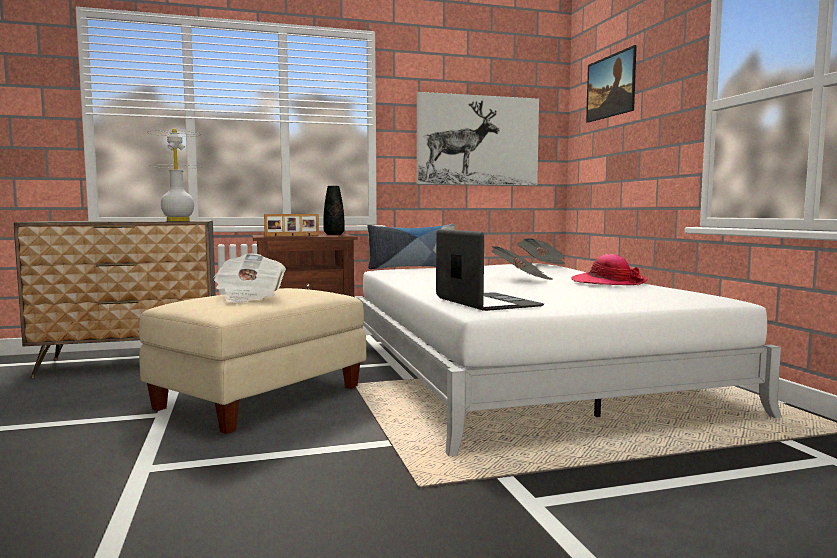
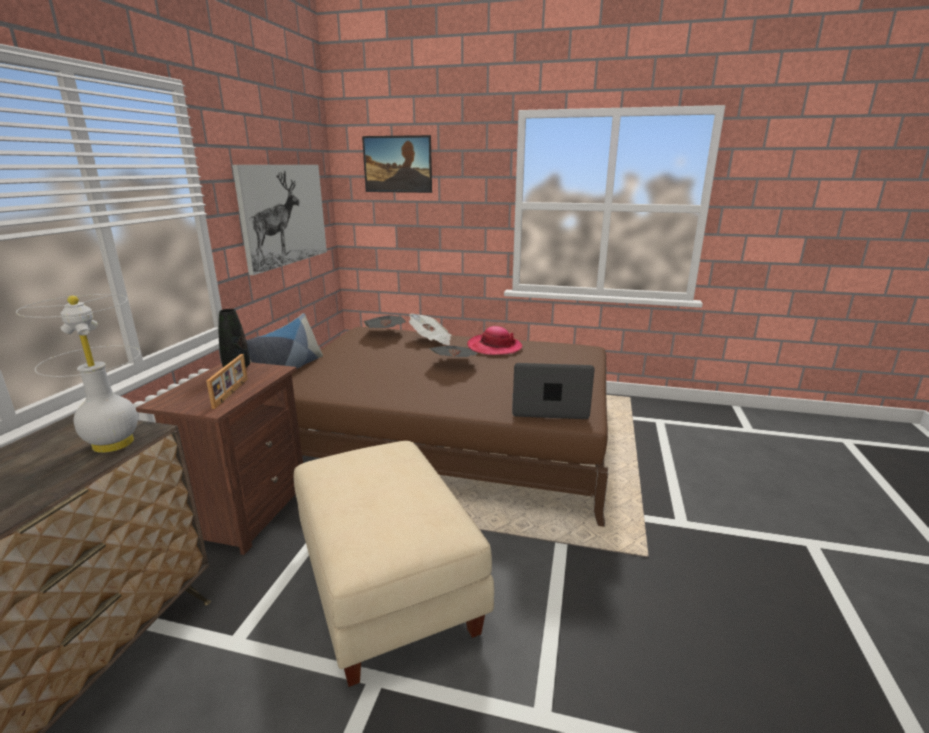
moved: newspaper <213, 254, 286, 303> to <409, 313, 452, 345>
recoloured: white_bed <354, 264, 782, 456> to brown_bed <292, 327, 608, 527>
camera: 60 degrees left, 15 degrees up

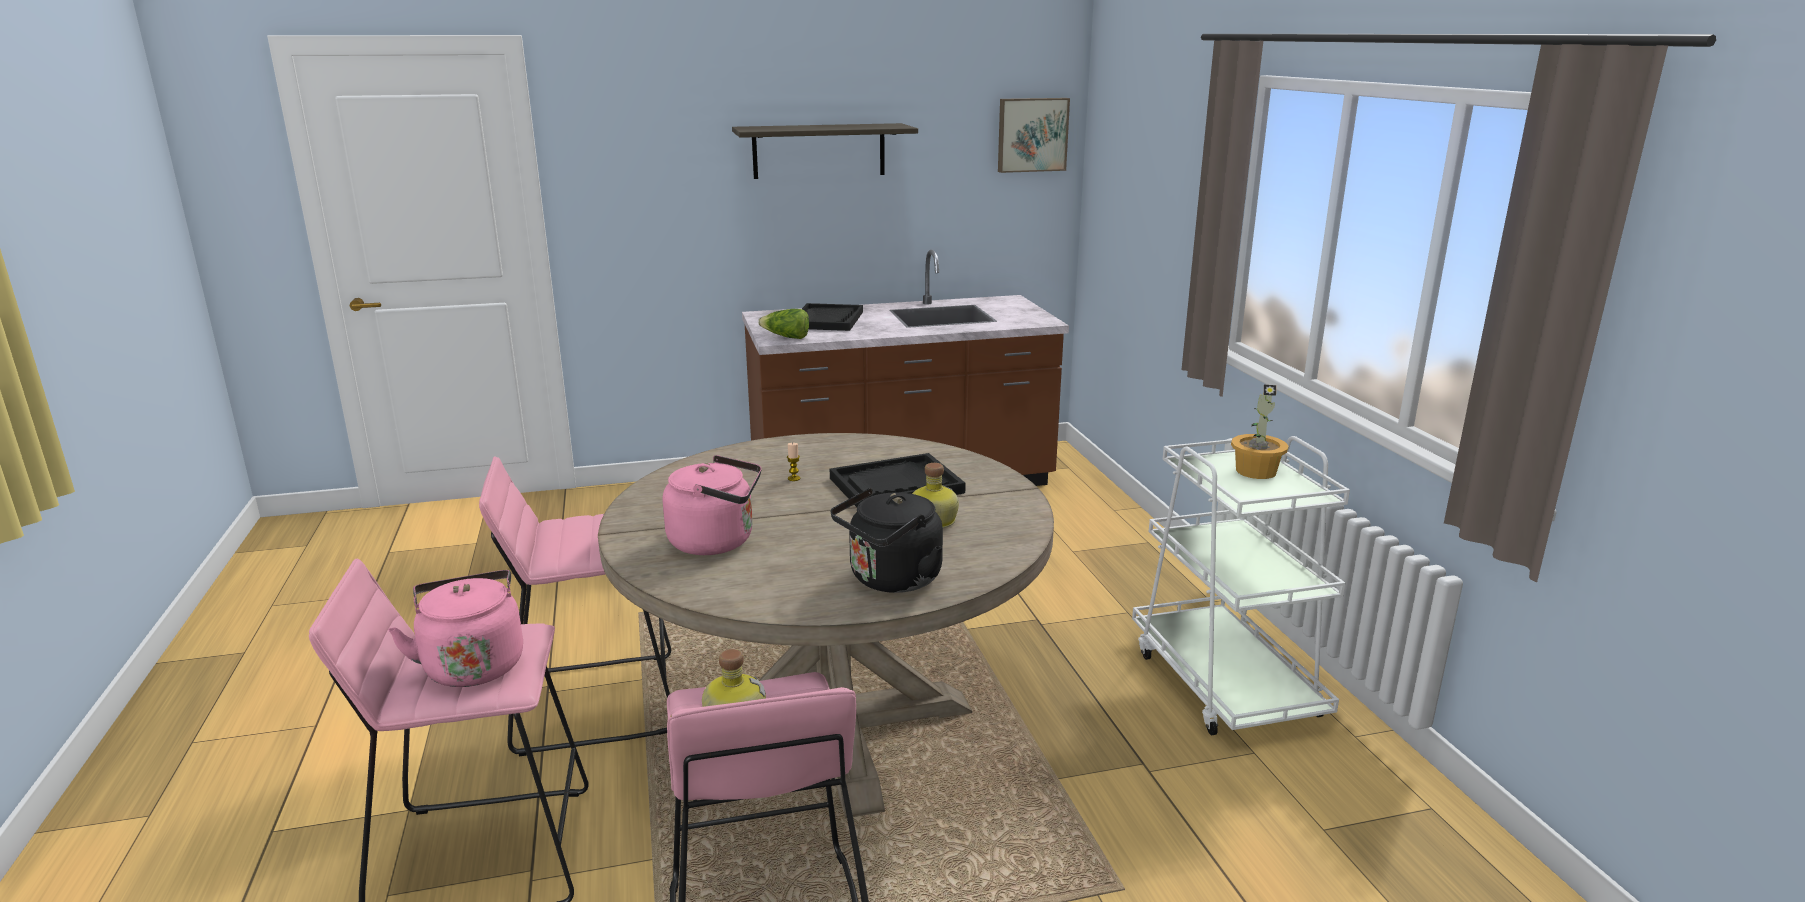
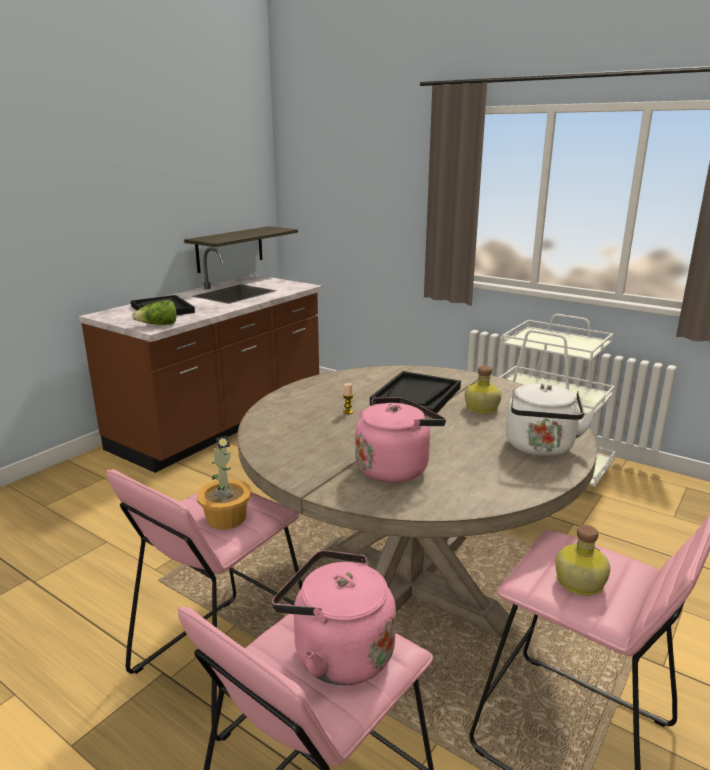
removed: picture <998, 98, 1070, 173>
moved: shelf <732, 123, 918, 179> to <184, 226, 298, 273>; potted_plant <1231, 385, 1289, 479> to <197, 436, 252, 530>
recoloured: black_kettle <831, 488, 943, 593> to white_kettle <506, 384, 596, 457>
camera: 40 degrees left, 0 degrees up

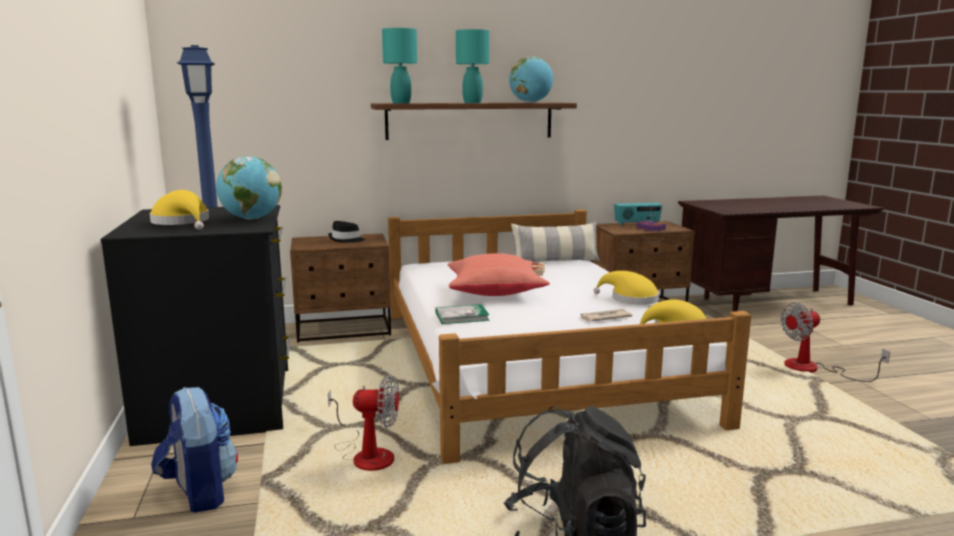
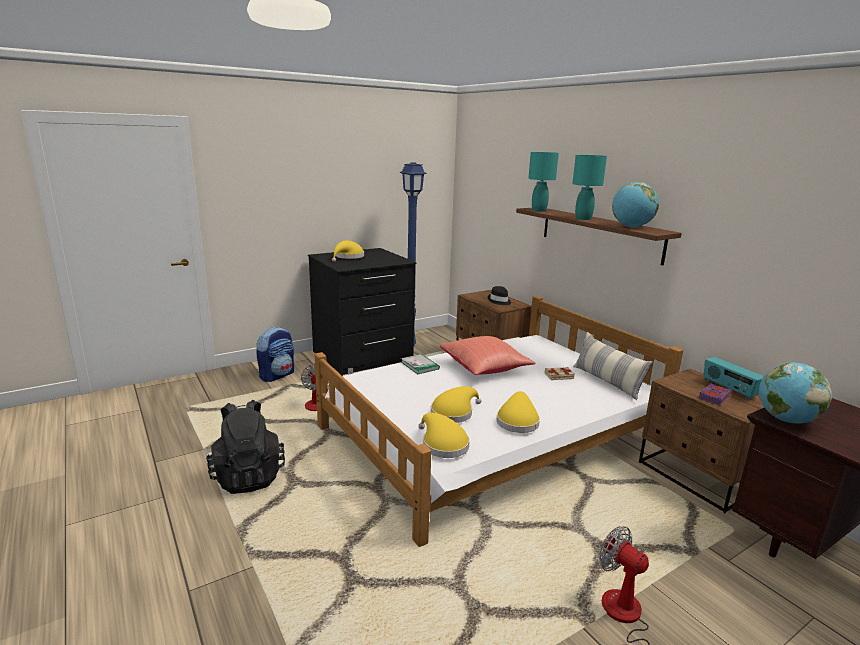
moved: globe <216, 156, 282, 220> to <759, 362, 832, 423>
replaced: newspaper <578, 309, 633, 322> to yellow_hat <431, 386, 481, 423>
camera: 70 degrees right, 5 degrees up

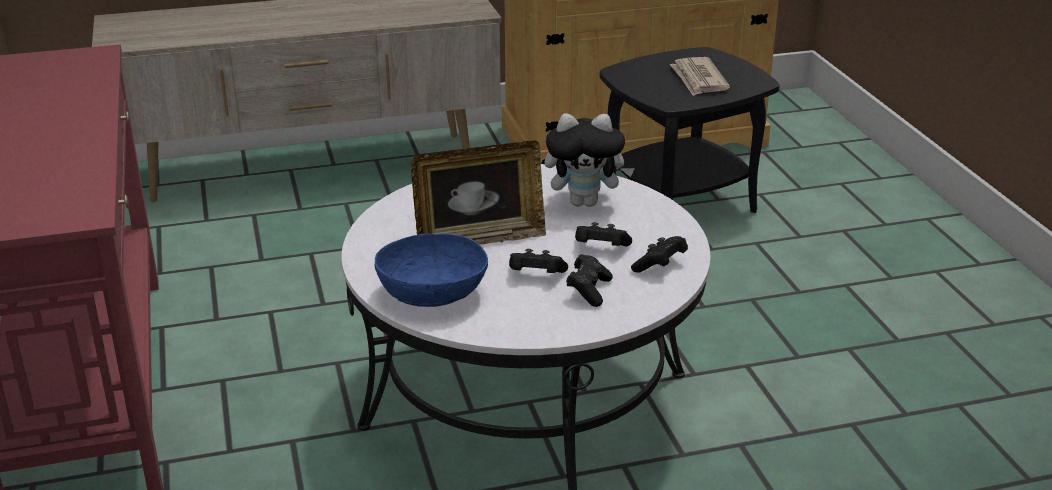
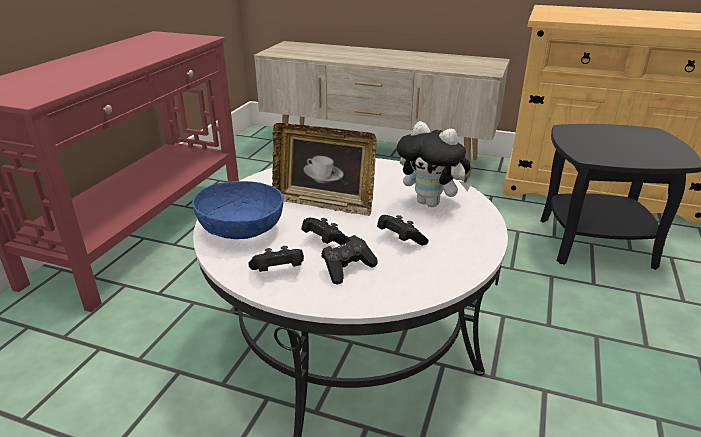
removed: newspaper <670, 57, 730, 96>
moved: black_game_controller <631, 236, 688, 273> to <248, 246, 304, 272>
camera: 35 degrees right, 0 degrees up

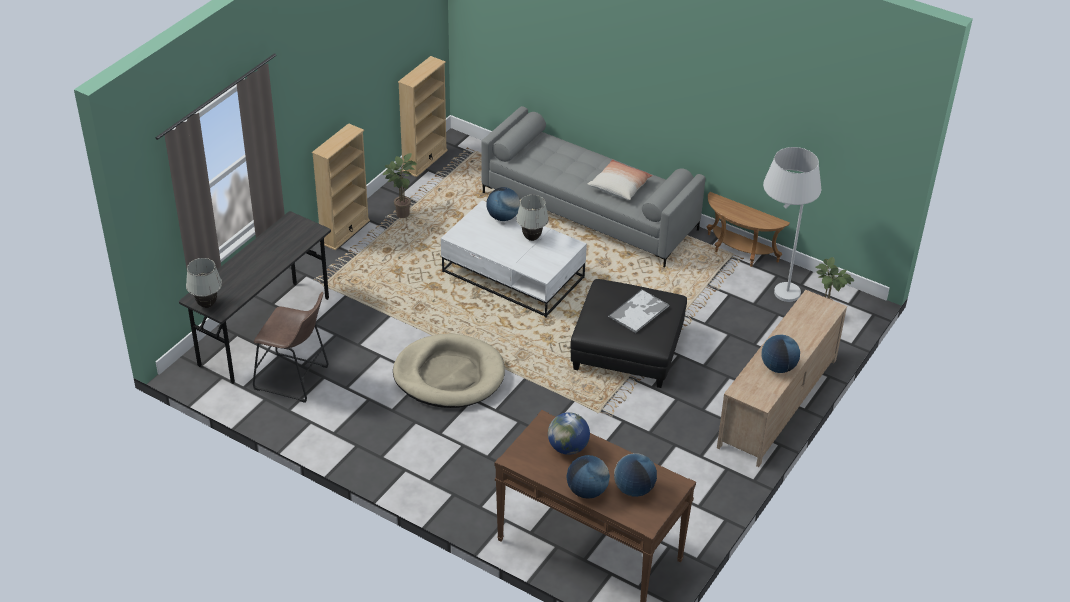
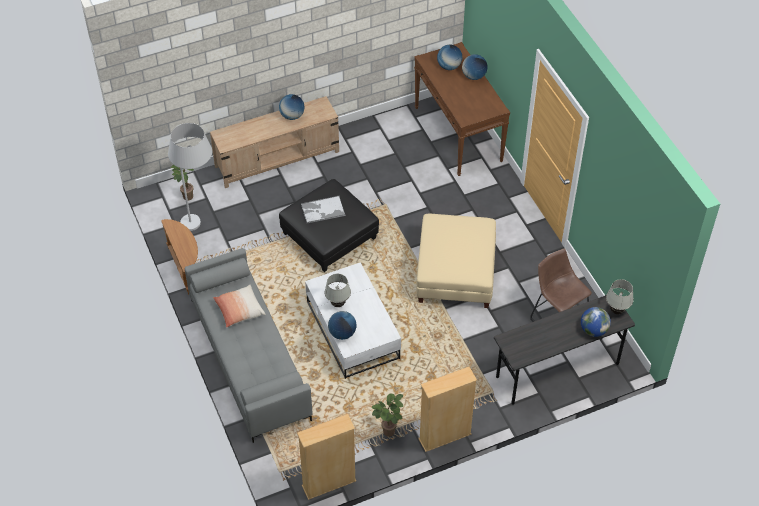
moved: globe <548, 412, 590, 455> to <581, 307, 611, 337>
replaced: beige_dog_bed <393, 333, 505, 408> to beige_ottoman <416, 214, 496, 308>
camera: 145 degrees left, 10 degrees up

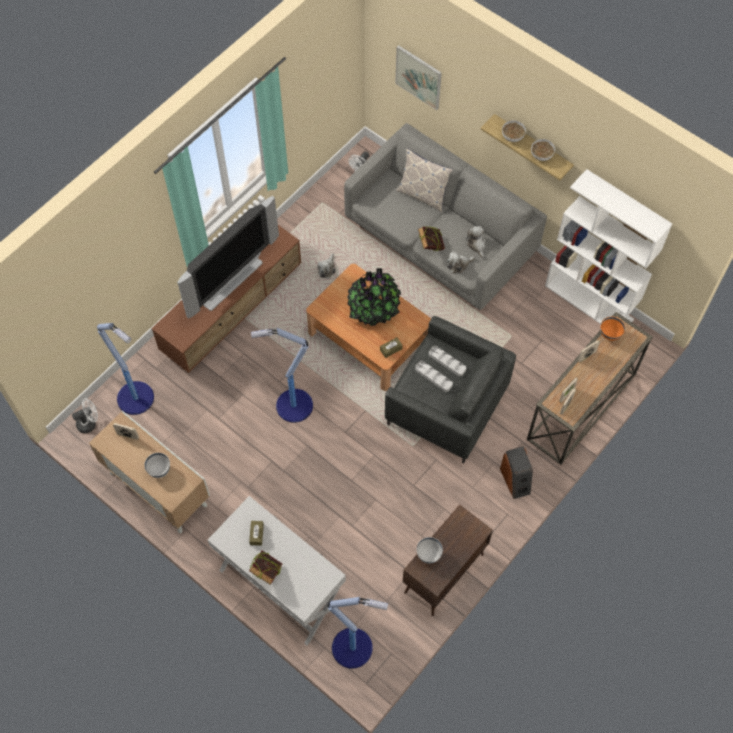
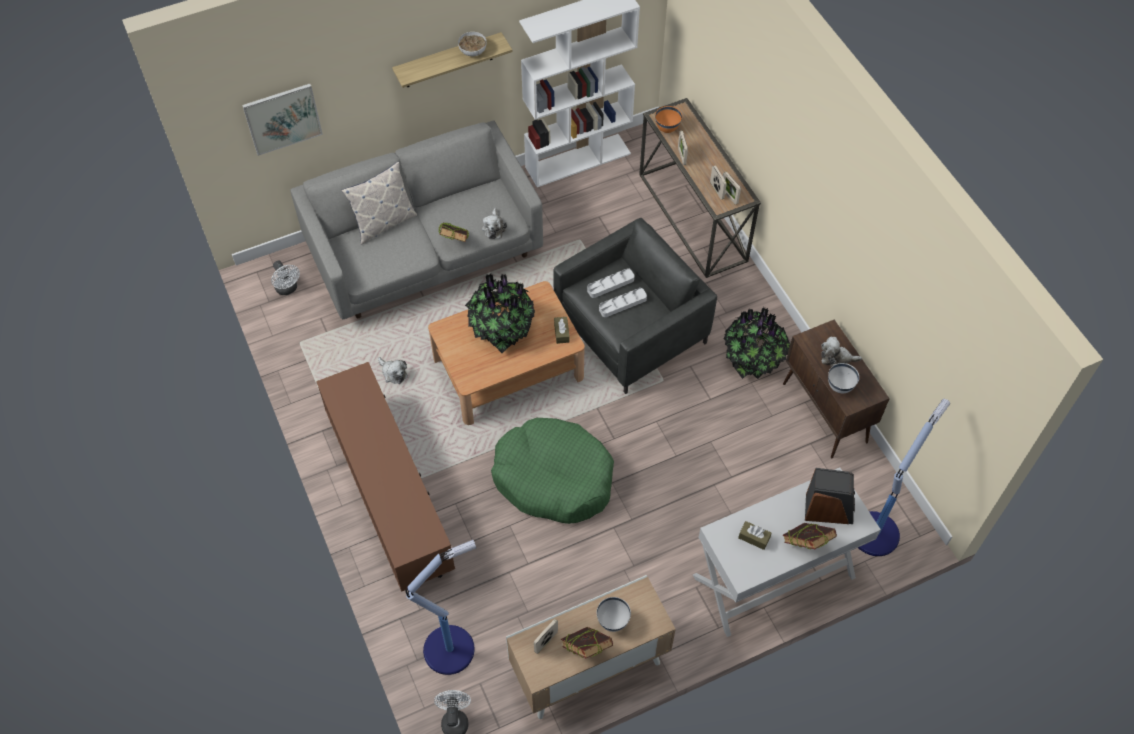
removed: television <177, 196, 279, 319>; bowl <502, 120, 526, 142>
added: book <561, 627, 613, 659>; potted_plant <724, 307, 791, 379>
moved: speaker <500, 446, 533, 499> to <805, 468, 855, 524>; plush_toy <466, 226, 486, 258> to <821, 337, 862, 367>
replaced: floor_lamp <251, 328, 313, 423> to green_dog_bed <491, 418, 614, 524>
camera: 65 degrees left, 5 degrees down

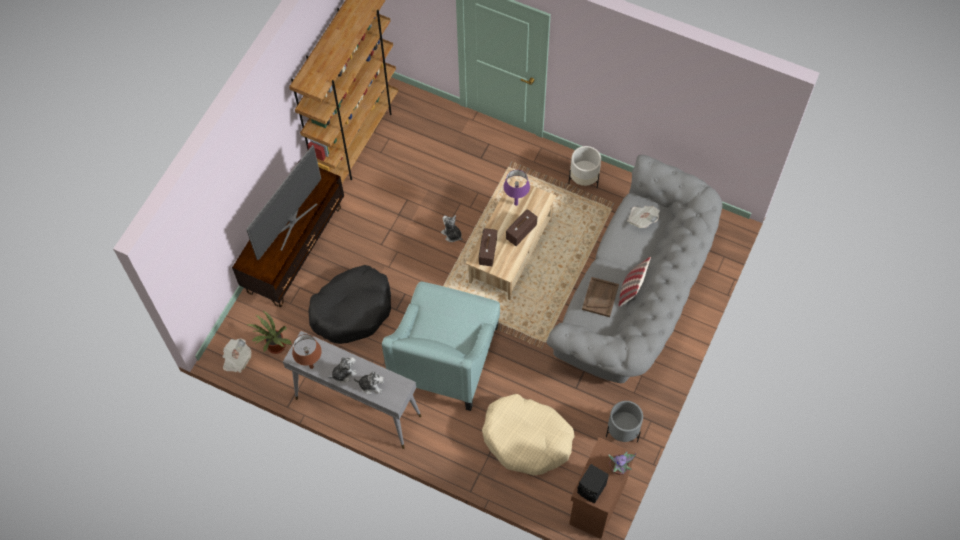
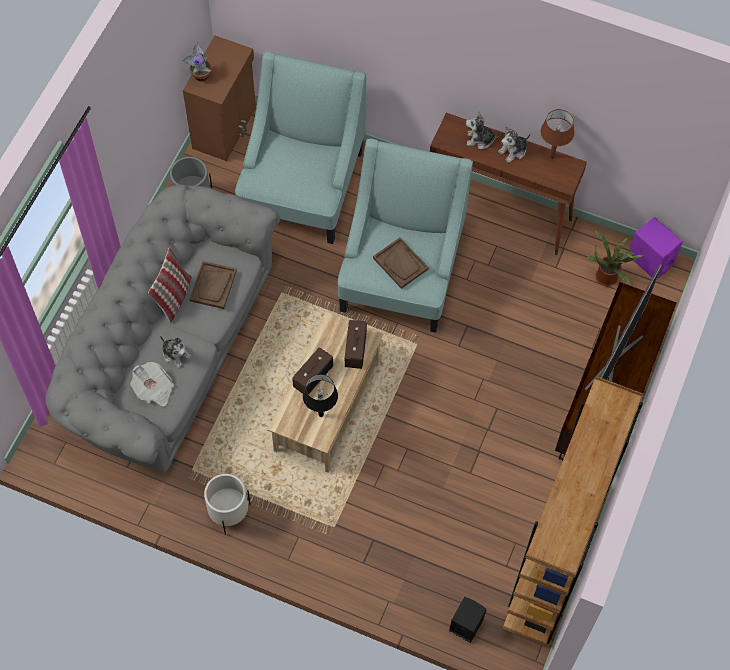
removed: black_dog_bed <308, 265, 391, 344>
added: brown_tray <373, 237, 429, 289>
moved: plush_toy <441, 215, 462, 242> to <160, 336, 192, 368>; black_speaker <577, 464, 609, 503> to <449, 597, 486, 643>
replaced: beige_dog_bed <482, 394, 575, 476> to turquoise_armchair <235, 51, 366, 244>; newspaper <222, 338, 252, 373> to purple_speaker <629, 217, 683, 280>
recoloured: purple_table_lamp <504, 170, 530, 206> to black_table_lamp <303, 374, 338, 417>; grey_console_table <283, 331, 421, 449> to brown_console_table <430, 113, 587, 255>
camera: 175 degrees right, 0 degrees up

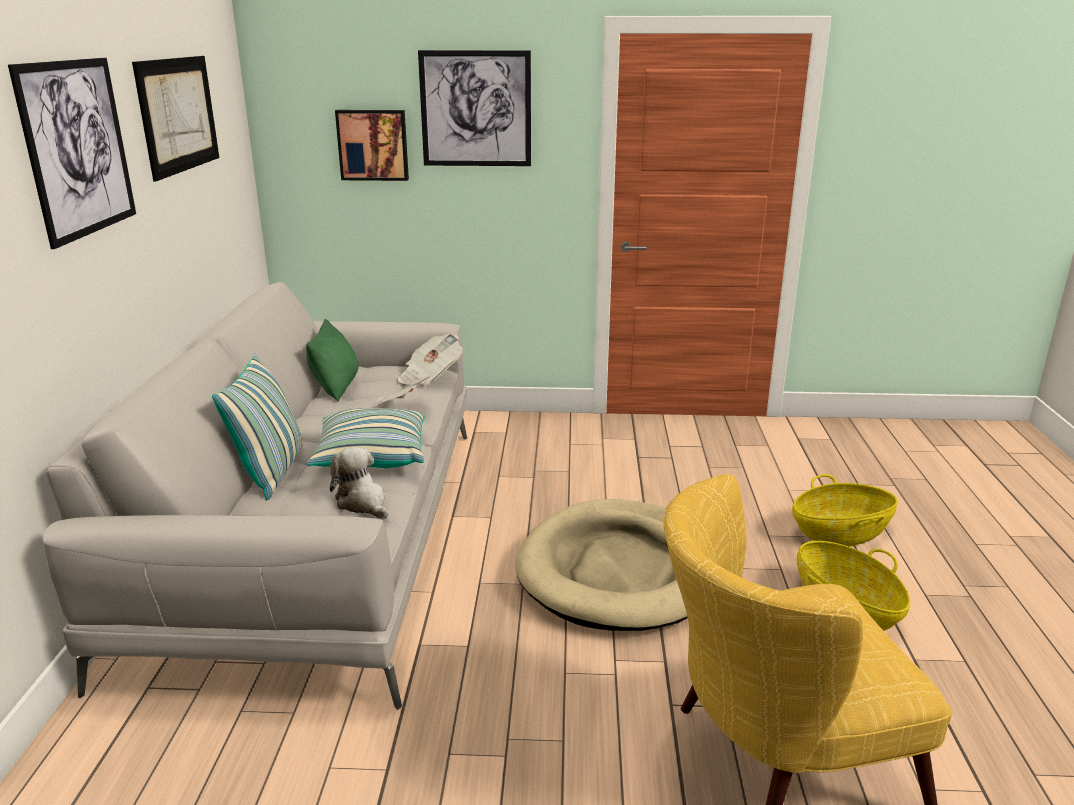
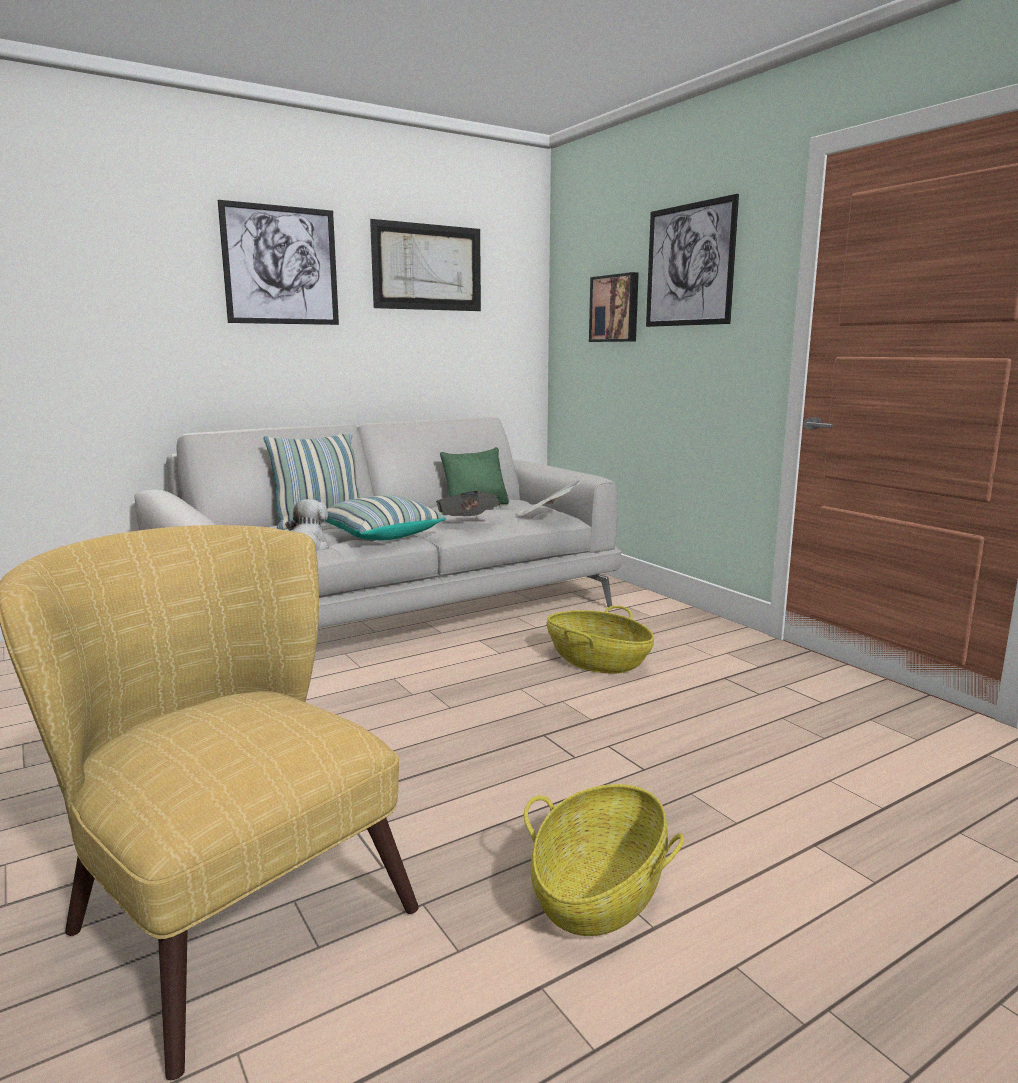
removed: beige_dog_bed <515, 499, 687, 631>
moved: basket <792, 474, 898, 546> to <547, 606, 654, 674>
camera: 55 degrees right, 10 degrees down

